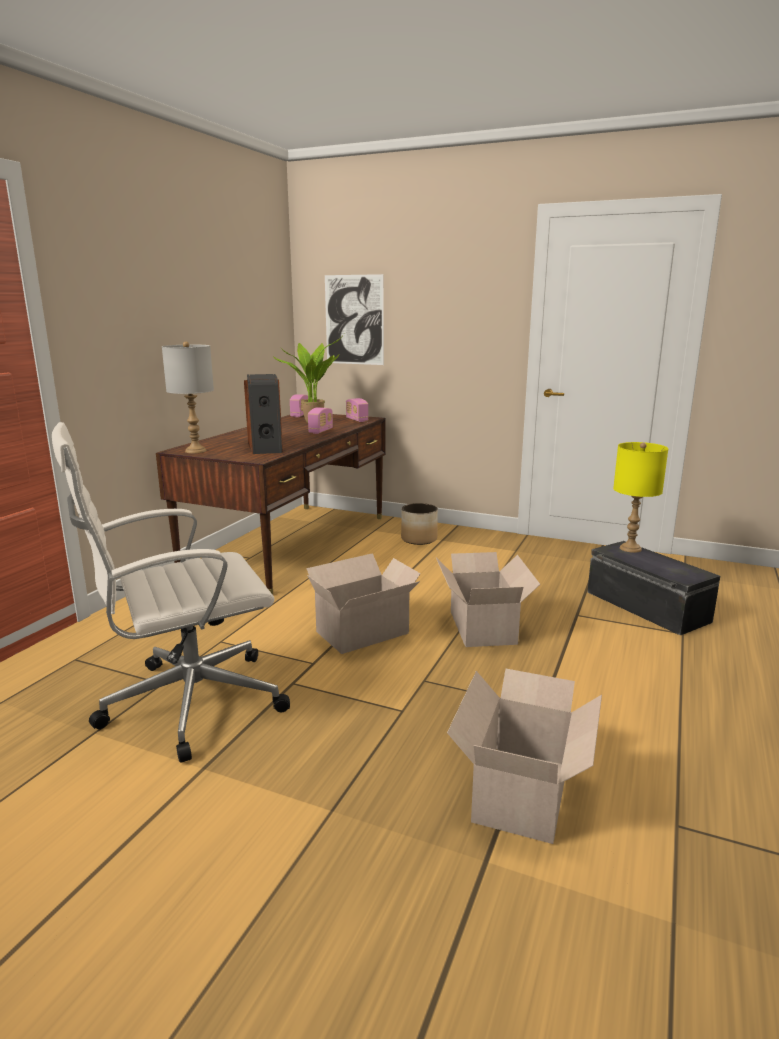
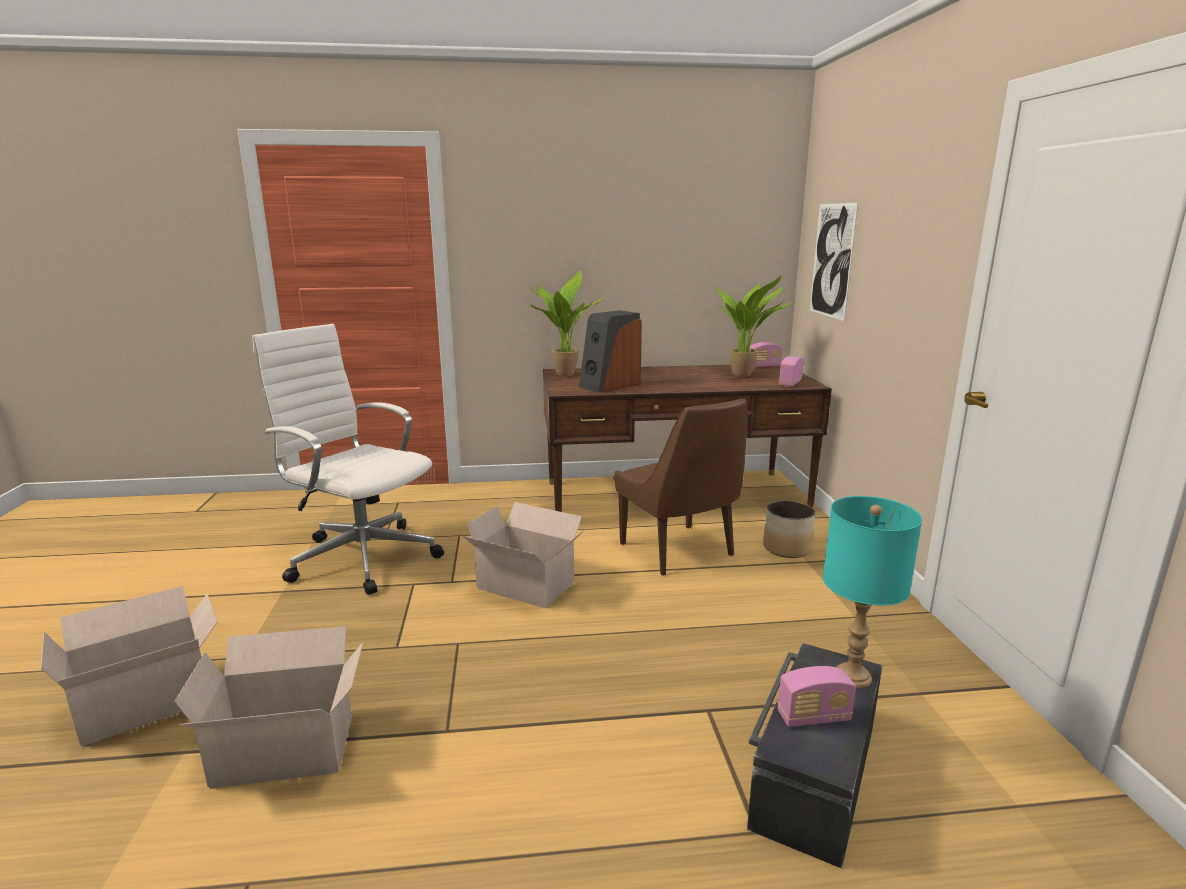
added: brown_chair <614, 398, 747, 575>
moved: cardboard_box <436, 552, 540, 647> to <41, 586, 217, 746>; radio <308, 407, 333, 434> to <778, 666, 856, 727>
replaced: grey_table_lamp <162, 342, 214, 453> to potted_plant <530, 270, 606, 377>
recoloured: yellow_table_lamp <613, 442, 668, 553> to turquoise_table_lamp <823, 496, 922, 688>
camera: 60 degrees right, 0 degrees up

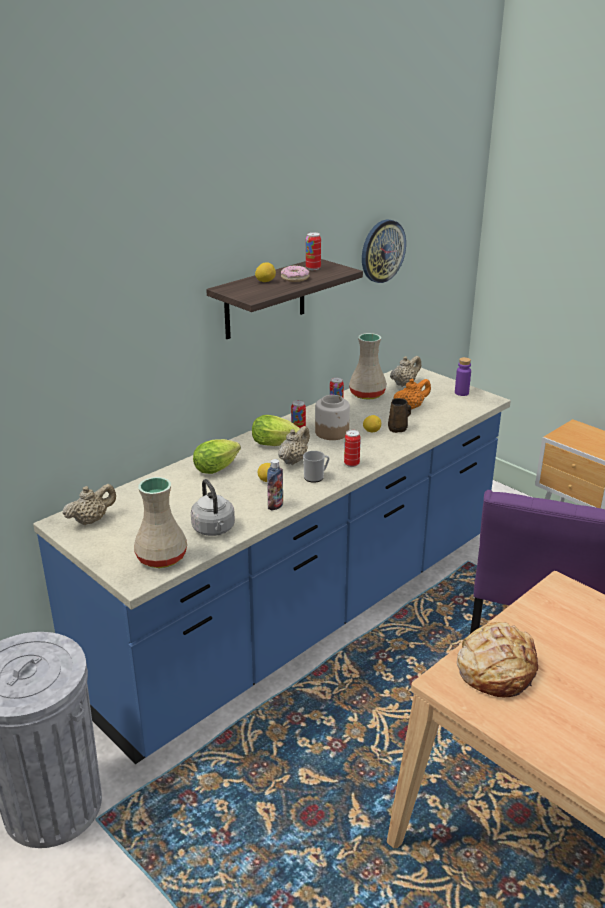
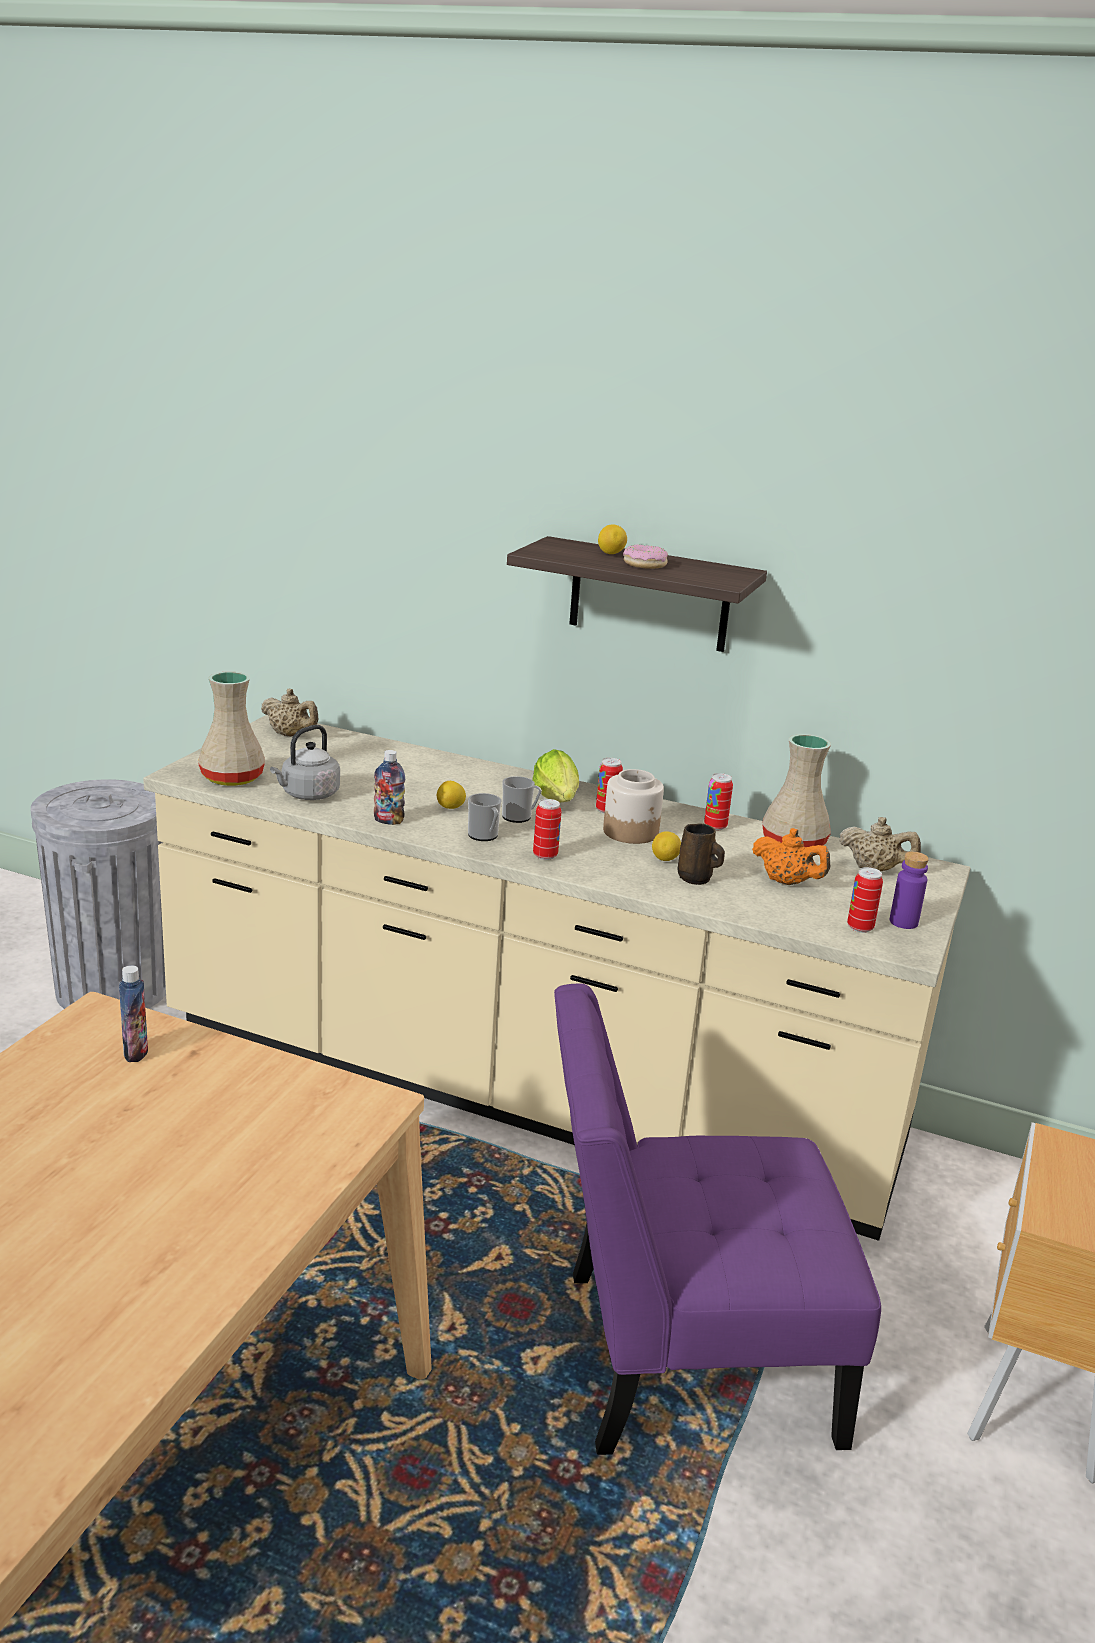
removed: lettuce <193, 439, 241, 474>; wall_clock <362, 220, 406, 283>
moved: can <306, 232, 321, 270> to <847, 867, 883, 933>
replaced: bread <457, 622, 538, 698> to bottle <119, 965, 148, 1062>; beige_teapot <278, 426, 310, 465> to mug <502, 776, 542, 823>
recoloured: blue_counter <33, 365, 511, 764> to beige_counter <143, 715, 970, 1241>
camera: 65 degrees right, 5 degrees down

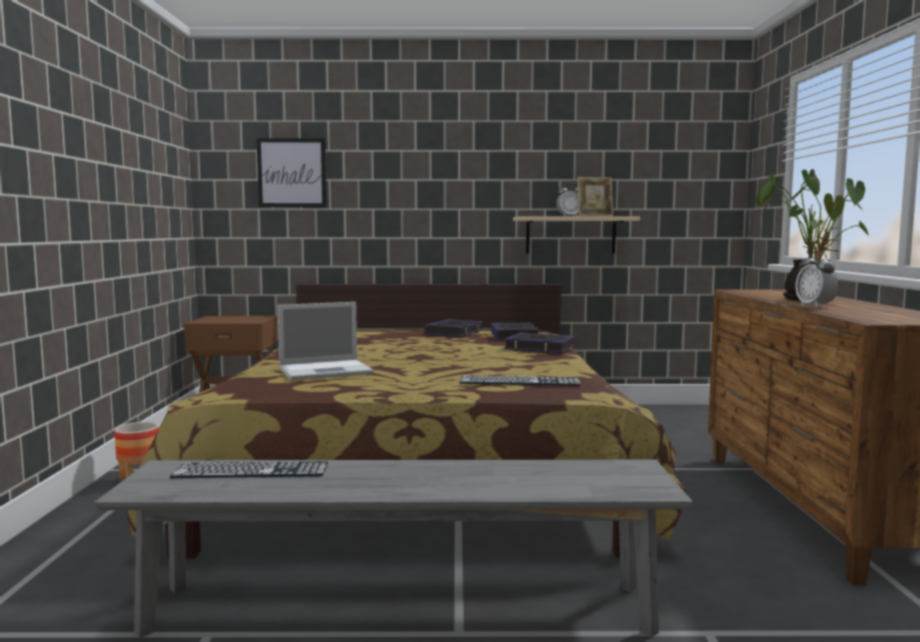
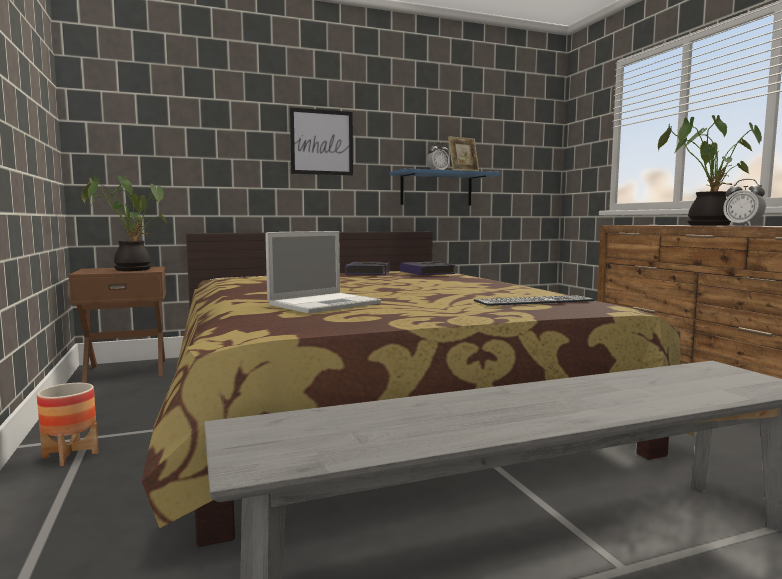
removed: keyboard <170, 461, 328, 478>; book <504, 332, 575, 353>
added: potted_plant <81, 175, 167, 271>
moved: picture <257, 138, 327, 207> to <290, 108, 353, 176>
recoloured: beige_shelf <513, 217, 640, 254> to blue_shelf <389, 169, 501, 206>
camera: 20 degrees left, 0 degrees up

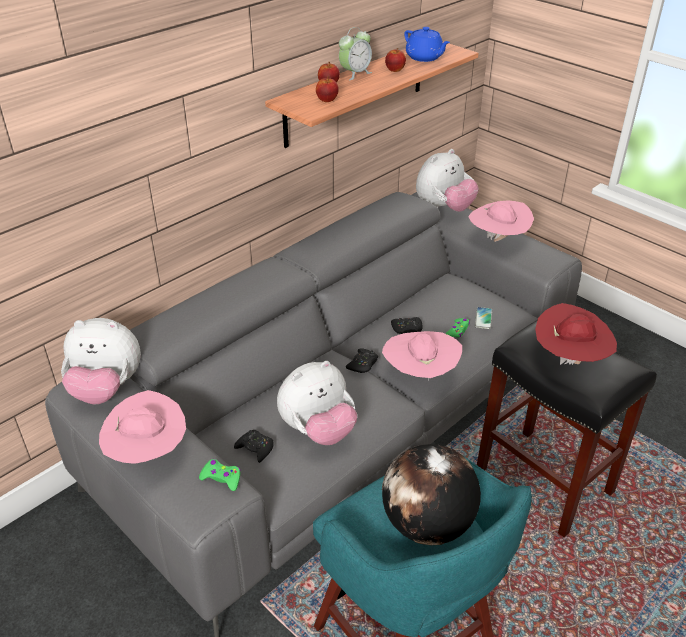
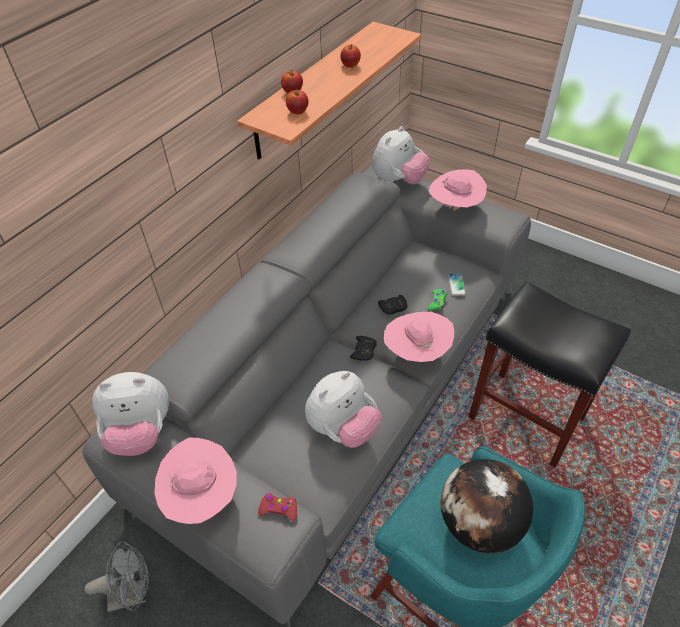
removed: black_game_controller <234, 430, 274, 463>; alarm_clock <339, 27, 372, 80>; blue_teapot <404, 27, 450, 62>; red_hat <535, 303, 617, 365>
added: grey_fan <85, 542, 149, 612>
recoloured: green_game_controller <199, 459, 240, 491> to red_game_controller <258, 493, 297, 521>
camera: 10 degrees left, 10 degrees up

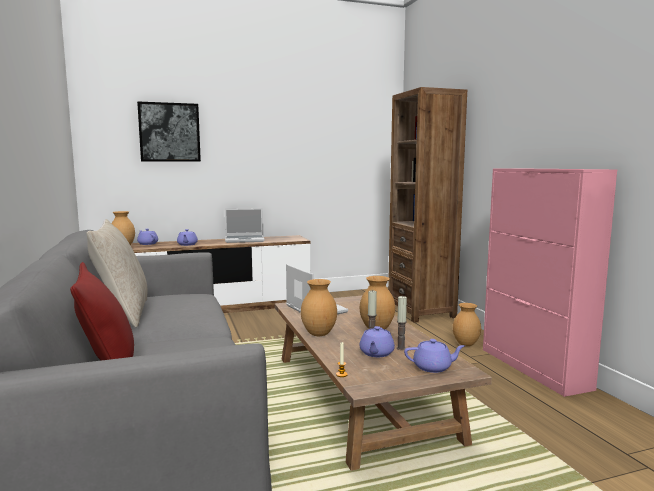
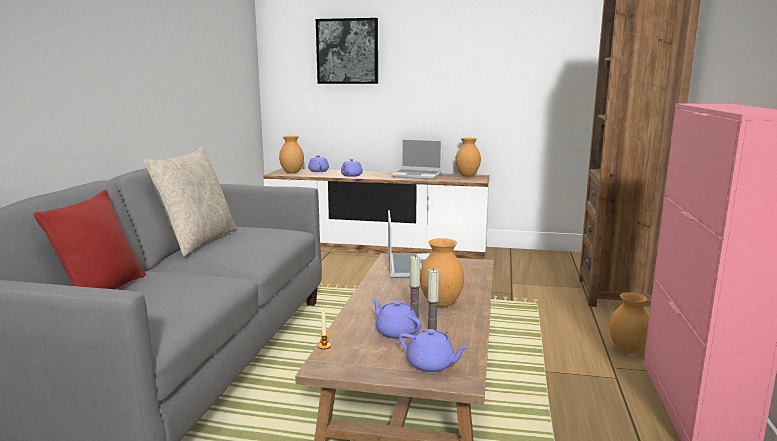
moved: brown_vase <301, 279, 337, 336> to <456, 138, 481, 176>
turned: purple_teapot <360, 326, 395, 357> = <372, 298, 422, 339> 90 degrees clockwise
camera: 30 degrees right, 5 degrees up

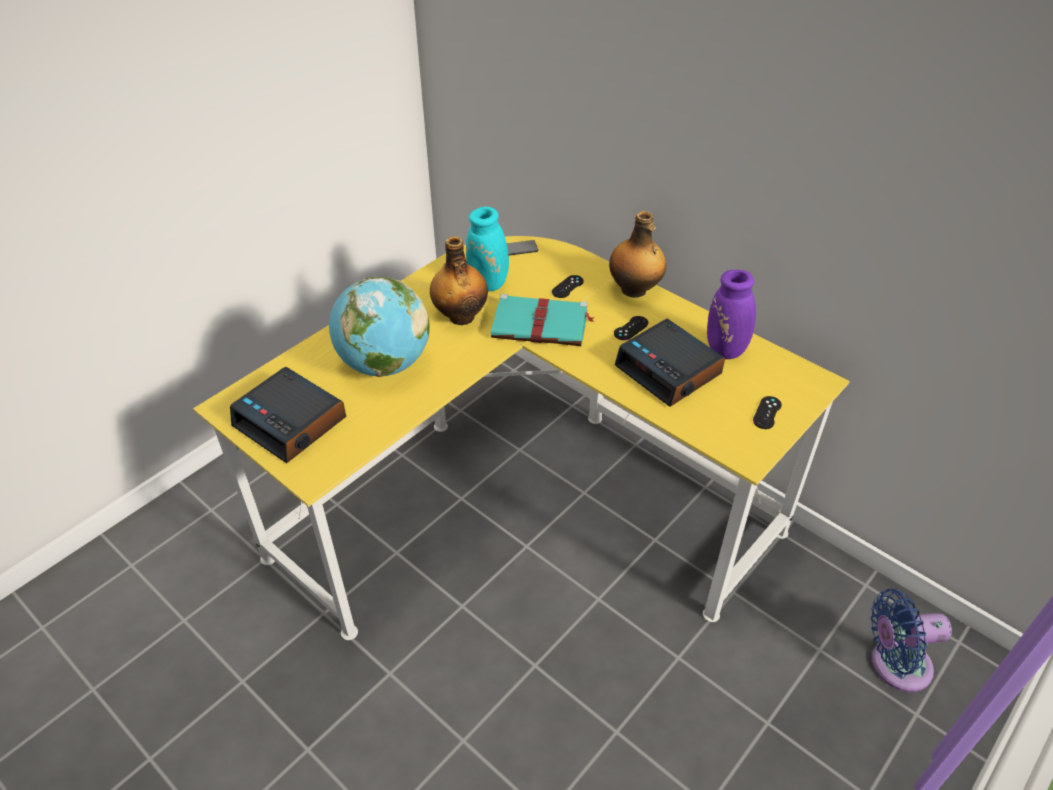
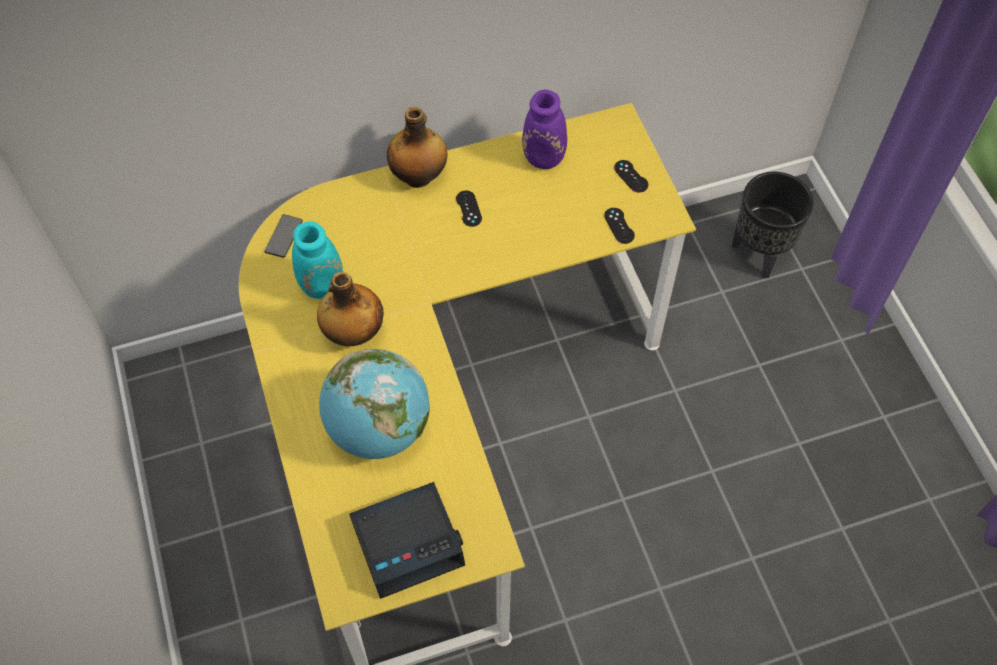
removed: turquoise_book <491, 294, 594, 346>; alarm_clock <615, 318, 725, 407>
moved: black_game_controller <552, 275, 584, 298> to <604, 208, 635, 244>
replaced: blue_fan <871, 589, 952, 692> to black_planter <732, 172, 814, 278>
camera: 60 degrees left, 15 degrees up

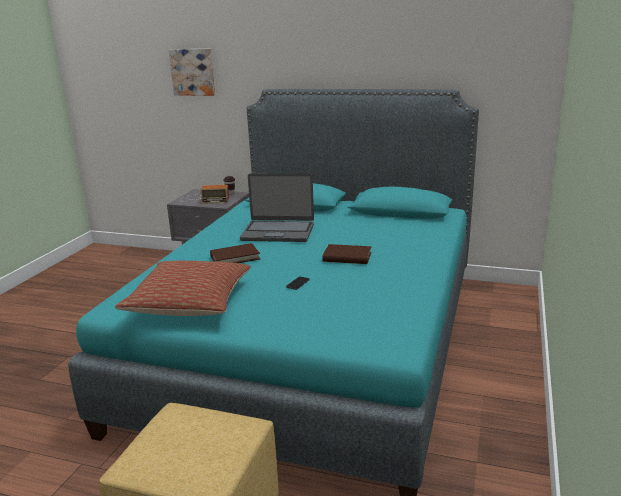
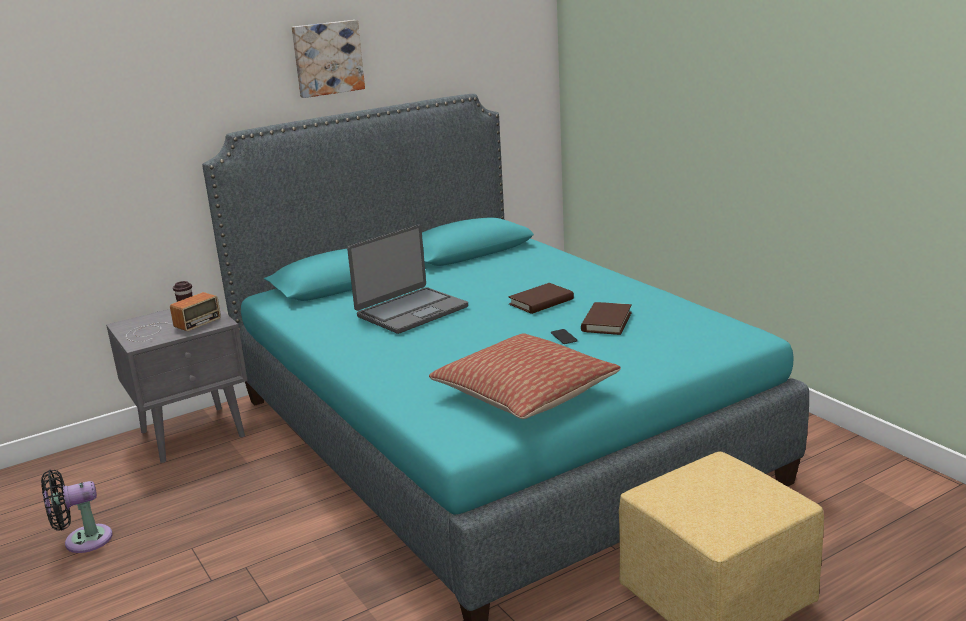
added: black_fan <41, 470, 113, 553>
moved: picture <169, 48, 215, 96> to <292, 20, 365, 98>; brown_book <210, 243, 260, 263> to <581, 302, 632, 335>
camera: 50 degrees left, 0 degrees up

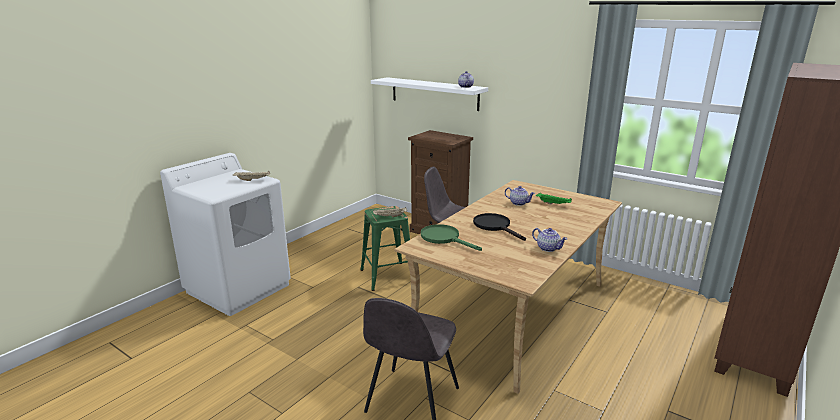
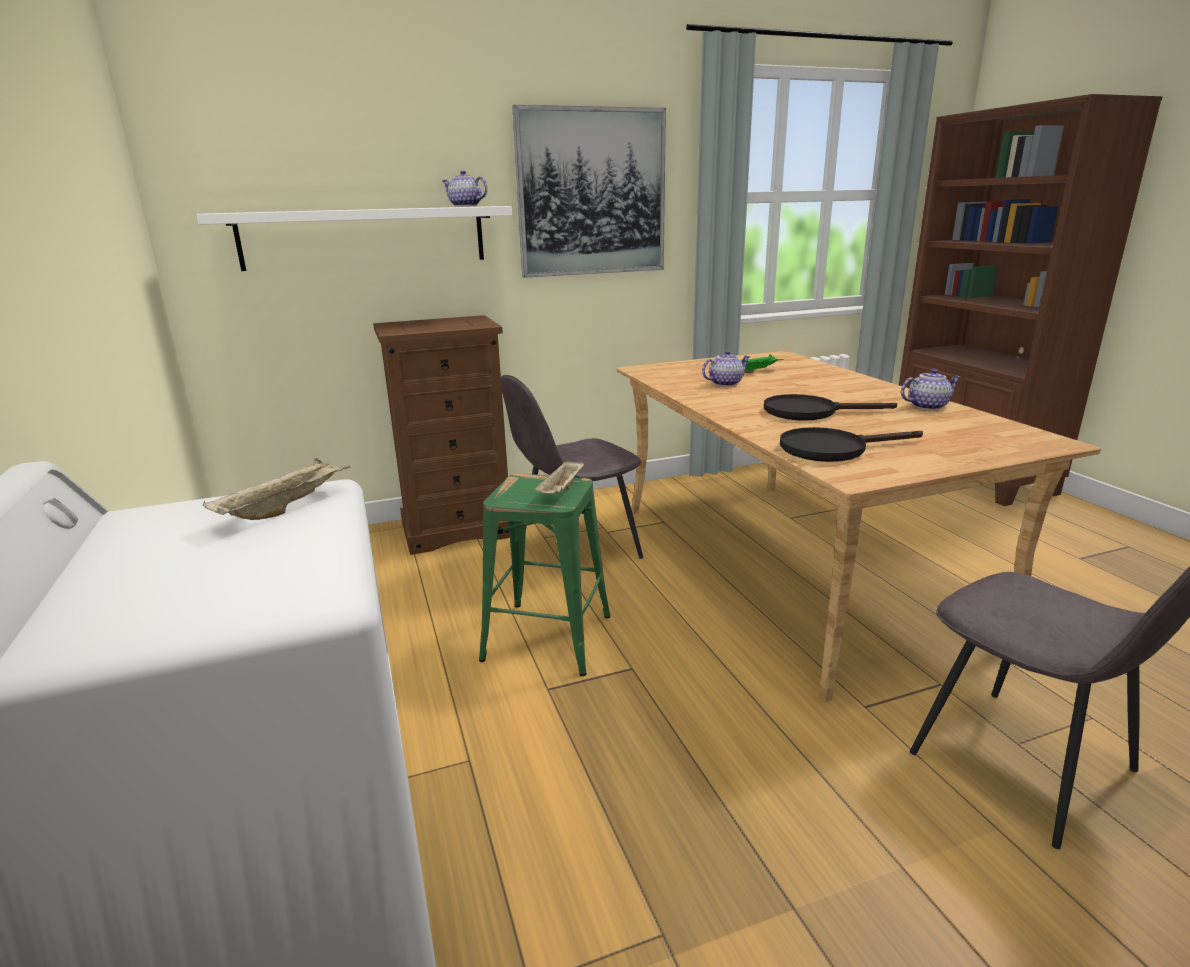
added: picture <512, 105, 666, 278>
recoloured: green_frying_pan <421, 224, 482, 251> to black_frying_pan <780, 427, 923, 462>
camera: 55 degrees left, 0 degrees up

